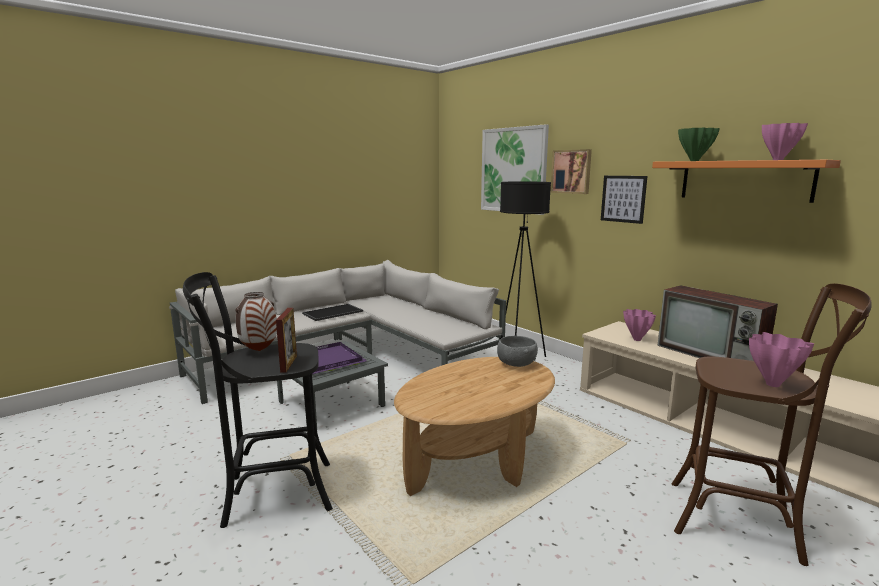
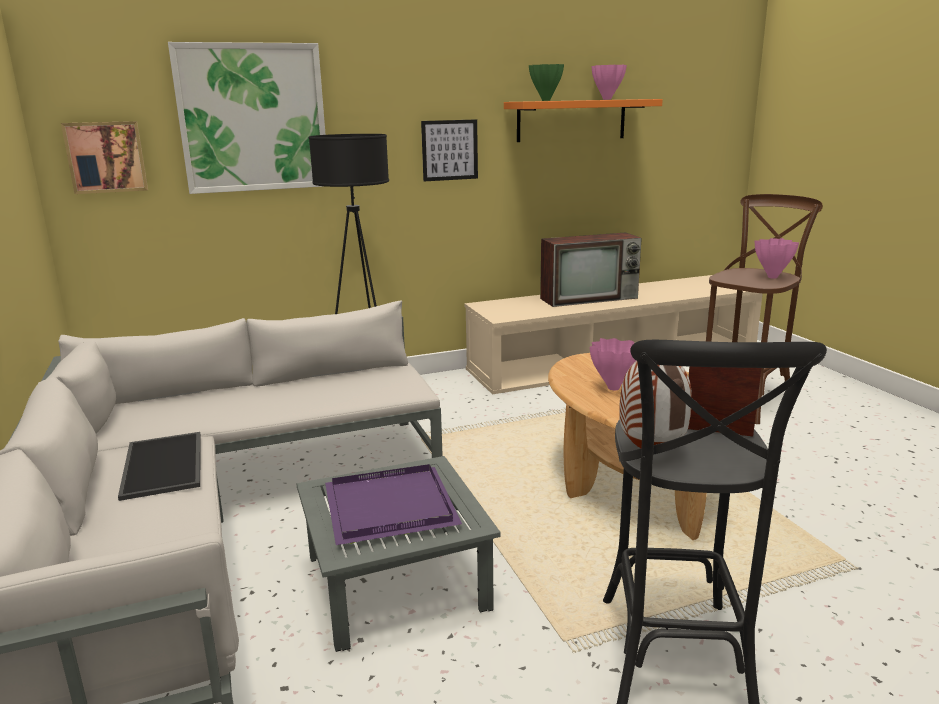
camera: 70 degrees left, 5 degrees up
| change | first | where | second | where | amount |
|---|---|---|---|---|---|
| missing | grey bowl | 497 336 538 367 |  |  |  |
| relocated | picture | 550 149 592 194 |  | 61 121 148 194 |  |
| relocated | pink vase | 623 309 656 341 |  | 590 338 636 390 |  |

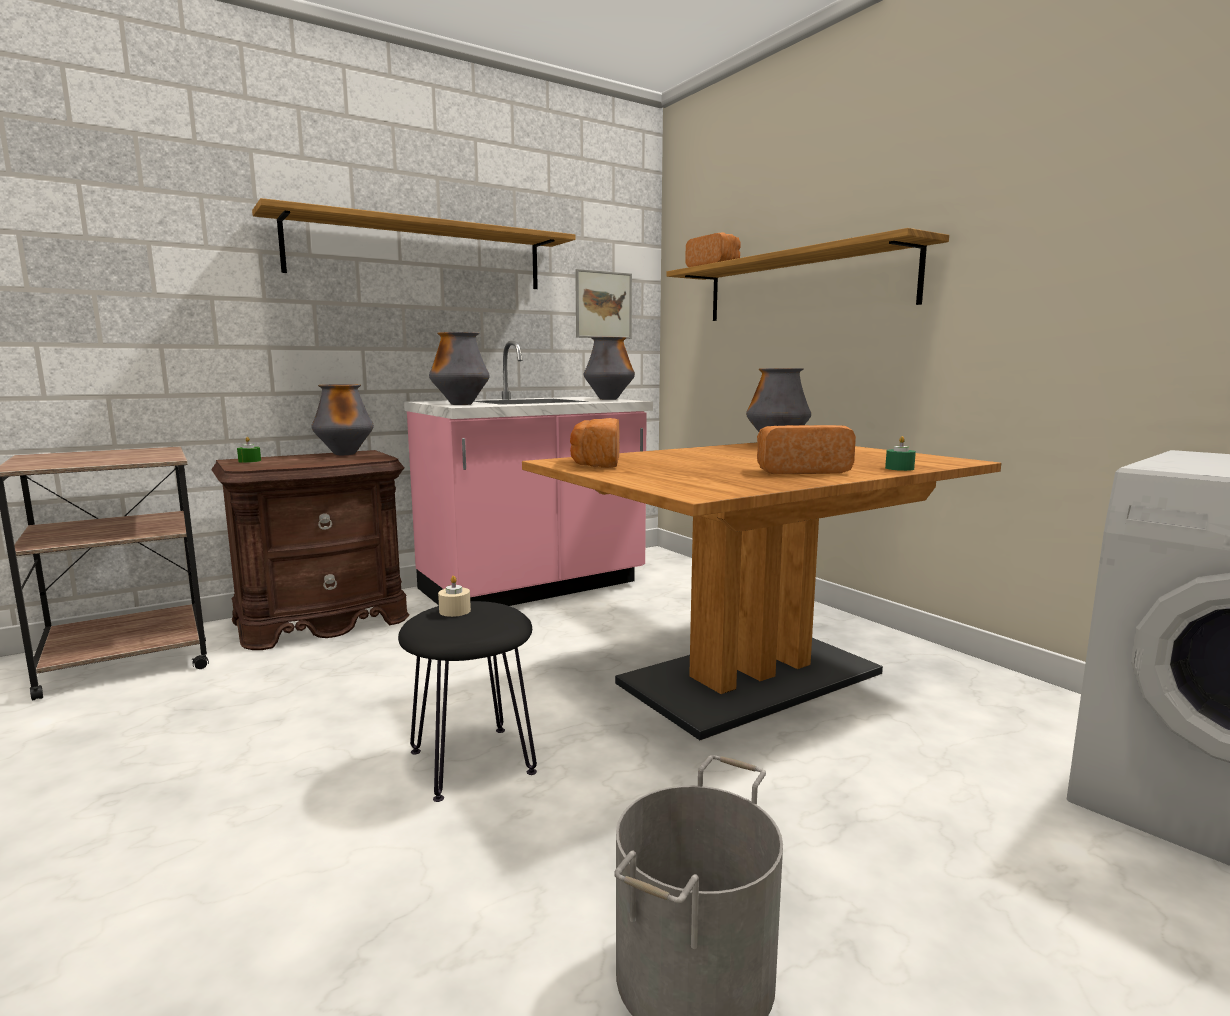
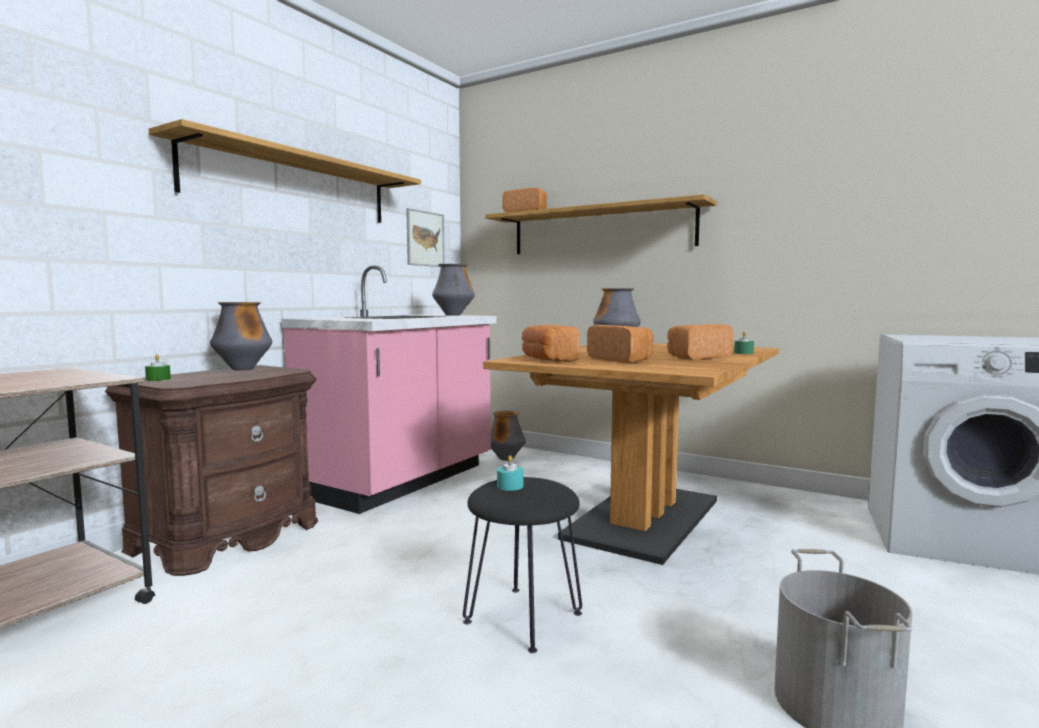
camera: 25 degrees left, 5 degrees down
| change | first | where | second | where | amount |
|---|---|---|---|---|---|
| appeared |  |  | bread | 587 325 654 363 |  |
| relocated | vase | 429 332 490 405 |  | 491 410 526 461 |  |
| colour | beige candle | 438 576 471 617 | turquoise candle | 497 455 523 491 |  |

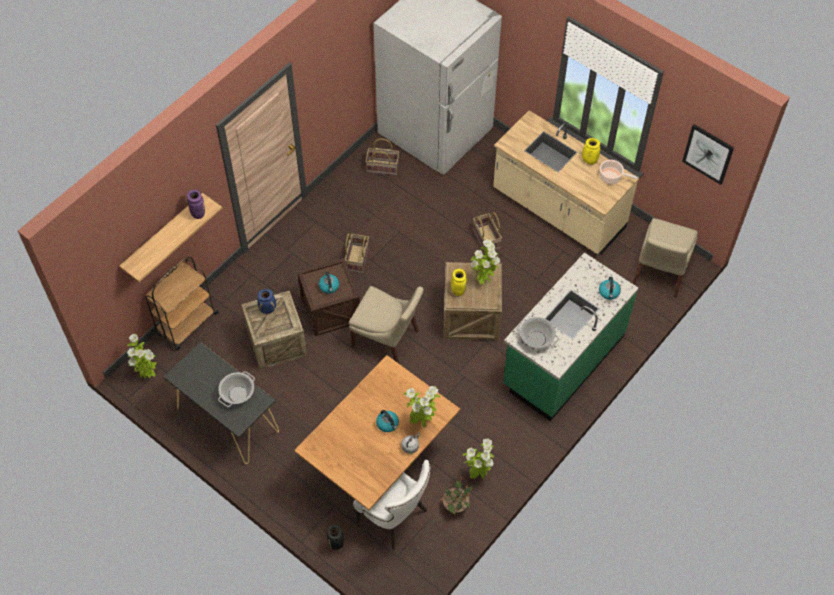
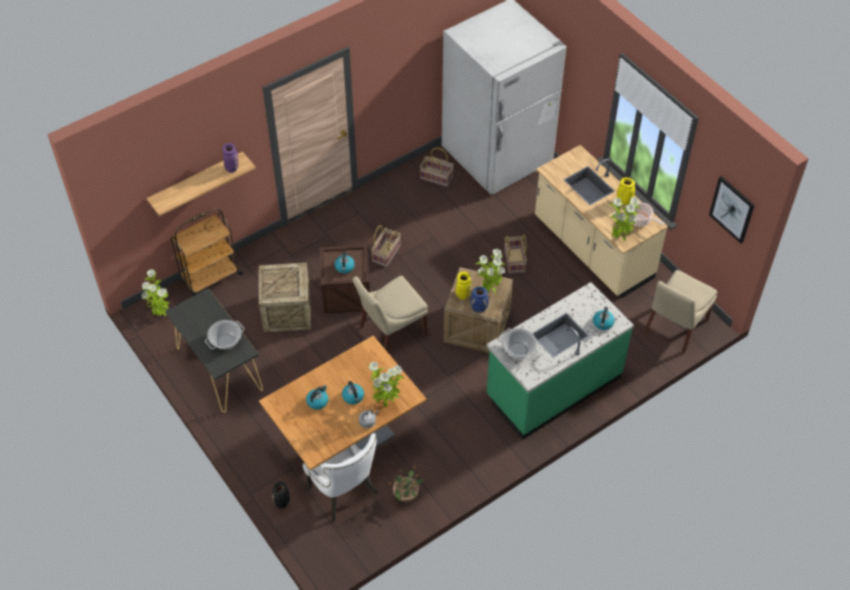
camera: 15 degrees right, 5 degrees down
| change | first | where | second | where | amount |
|---|---|---|---|---|---|
| appeared |  |  | kettle | 306 385 328 410 |  |
| relocated | blue vase | 257 289 276 314 |  | 470 287 489 312 |  |
| relocated | potted plant | 463 438 494 479 |  | 609 197 640 241 |  |
| spun | beige chair | 349 286 424 364 |  | 352 276 428 352 | 105 degrees clockwise |

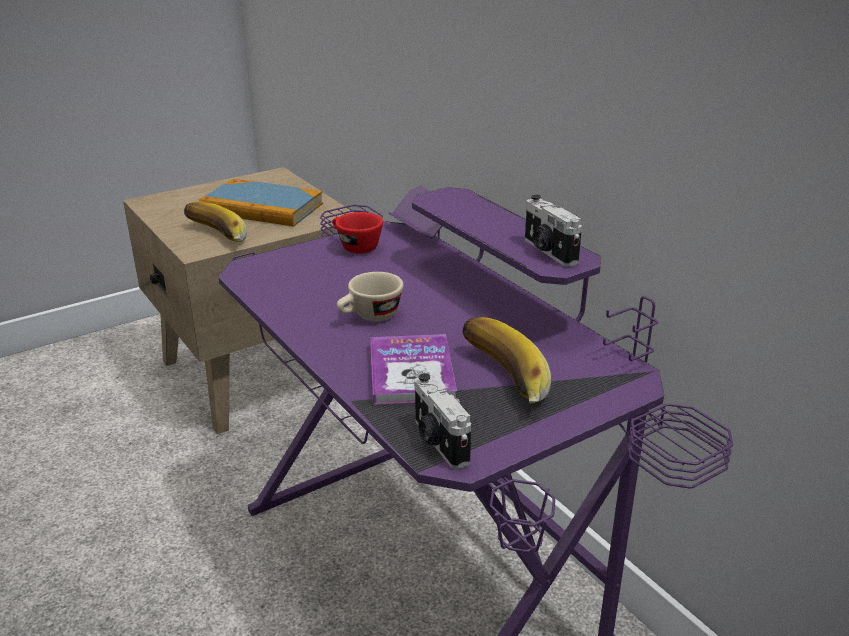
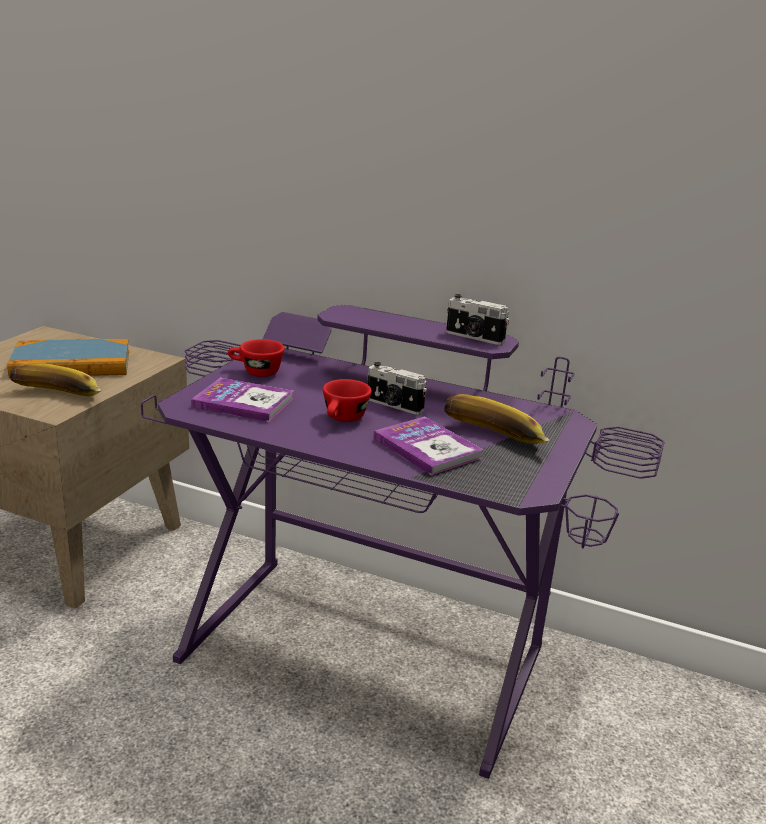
camera: 35 degrees left, 5 degrees down
| change | first | where | second | where | amount |
|---|---|---|---|---|---|
| appeared |  |  | book | 191 378 294 422 |  |
| relocated | photo camera | 414 373 471 469 |  | 368 362 427 415 |  |
| colour | beige cup | 337 272 404 321 | red cup | 323 379 372 422 |  |

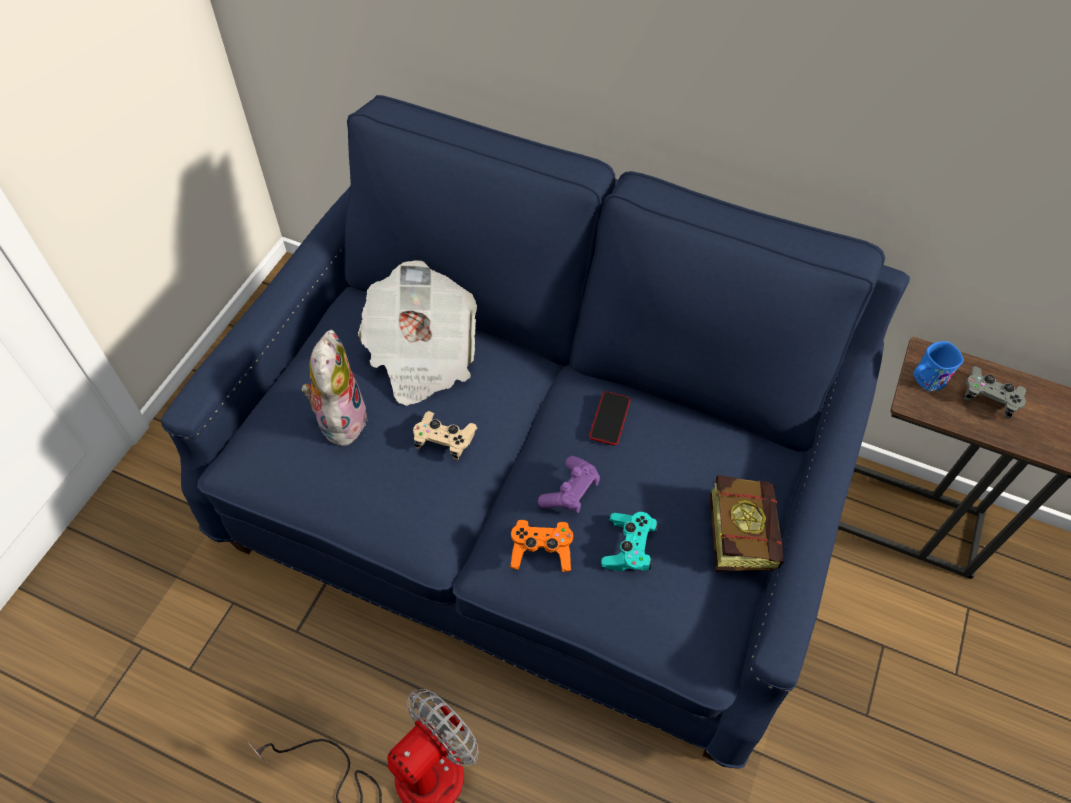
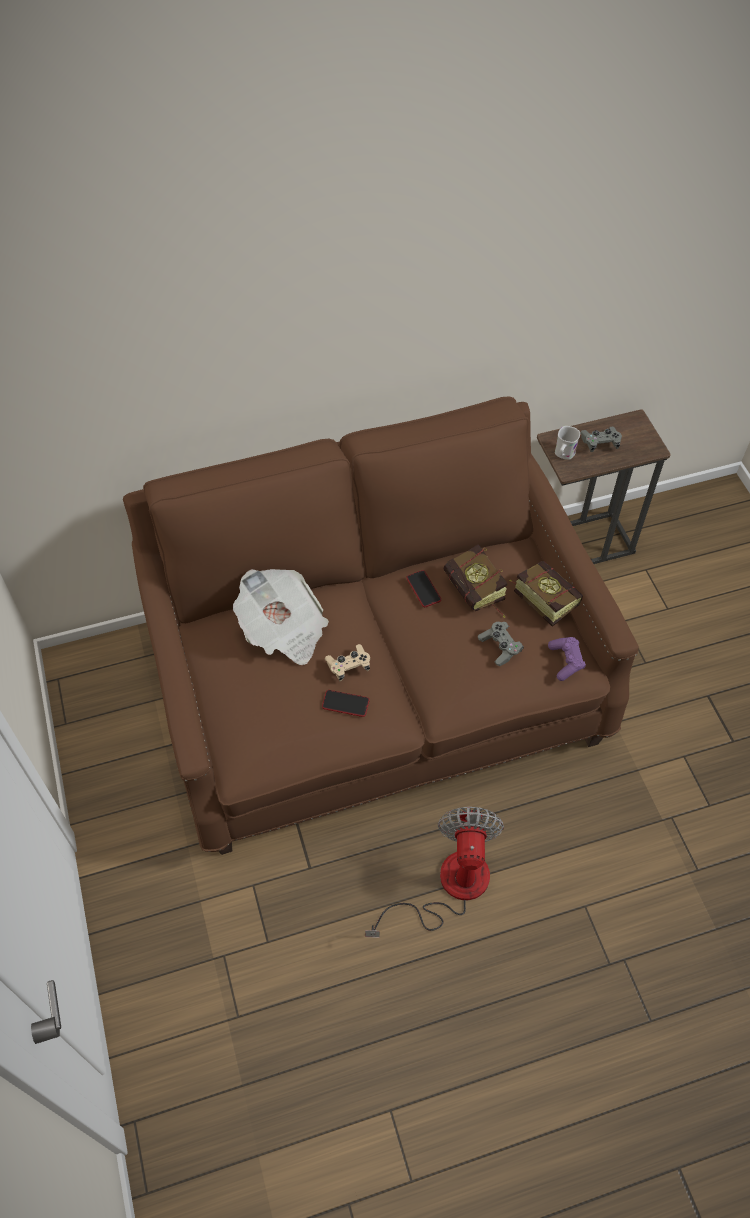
camera: 40 degrees left, 0 degrees up
| change | first | where | second | where | amount |
|---|---|---|---|---|---|
| missing | plush toy | 302 330 368 446 |  |  |  |
| missing | orange game controller | 510 520 573 572 |  |  |  |
| appeared |  |  | phone | 322 690 370 717 |  |
| appeared |  |  | book | 444 544 508 618 |  |
| relocated | purple game controller | 538 456 600 513 |  | 548 637 586 681 |  |
| colour | blue sofa | 161 95 910 769 | brown sofa | 123 396 639 855 |  |
| colour | turquoise game controller | 601 512 659 571 | grey game controller | 478 622 524 666 |  |
| colour | blue mug | 913 341 964 391 | white mug | 555 426 580 460 |  |

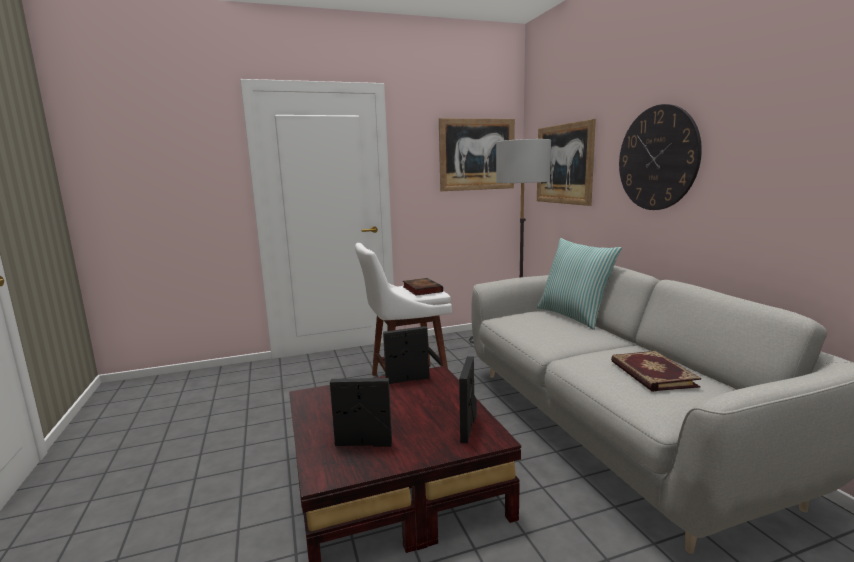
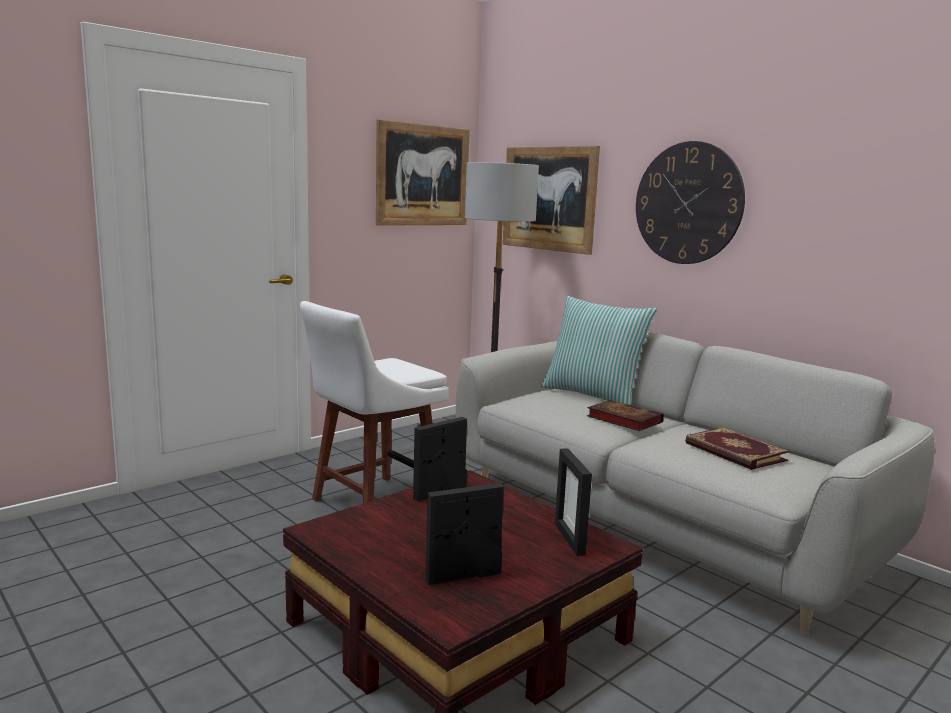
camera: 25 degrees left, 0 degrees up
| change | first | where | second | where | amount |
|---|---|---|---|---|---|
| relocated | book | 403 278 443 296 |  | 587 400 664 431 |  |

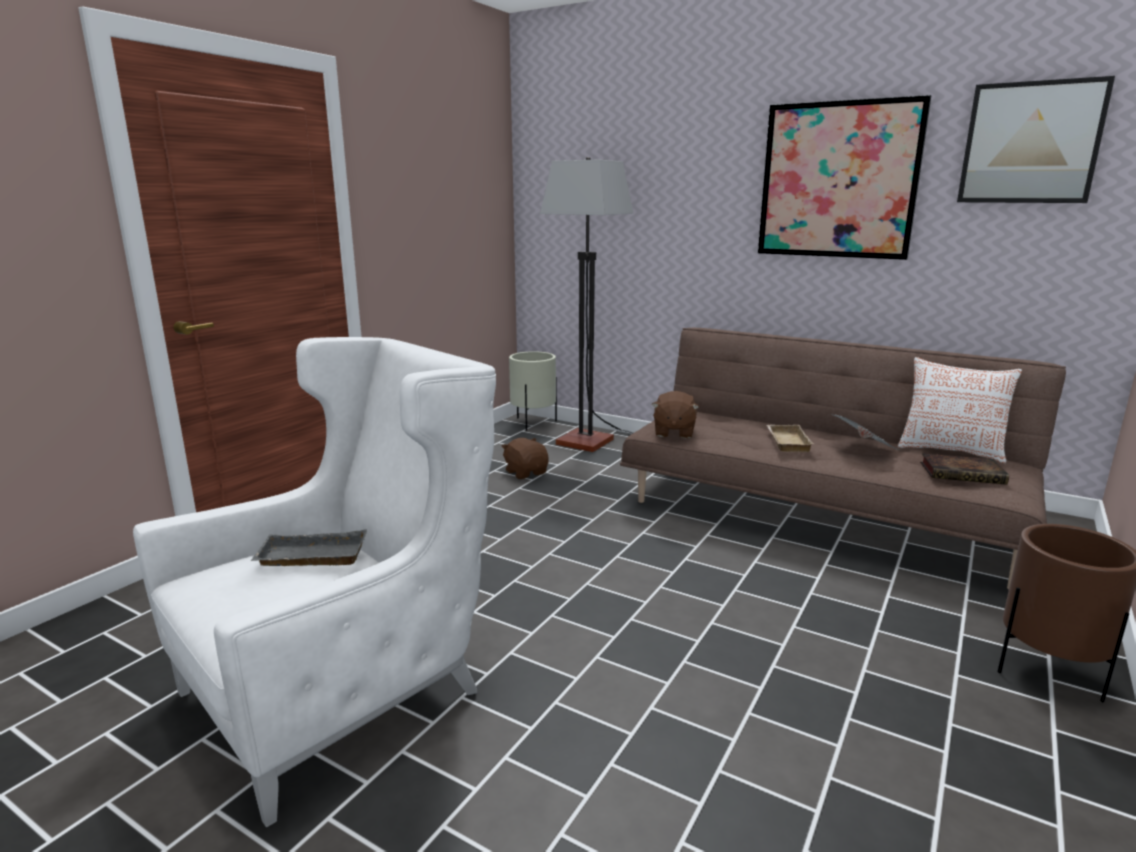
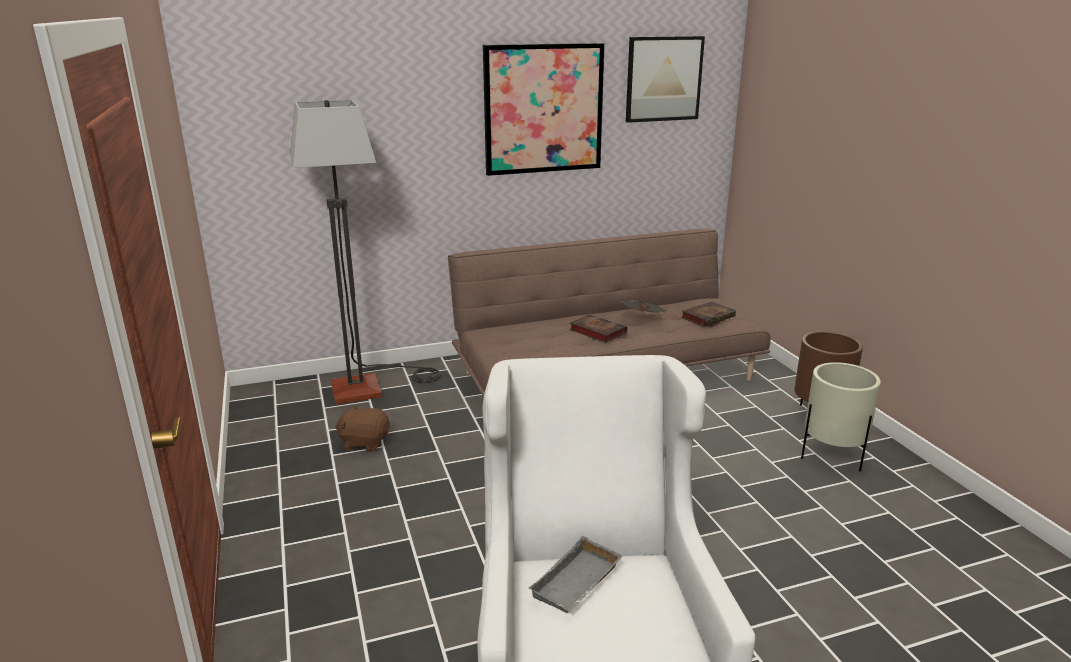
camera: 50 degrees left, 5 degrees up
| change | first | where | second | where | amount |
|---|---|---|---|---|---|
| missing | brown plush toy | 651 391 699 438 |  |  |  |
| missing | white pillow | 898 357 1022 463 |  |  |  |
| relocated | beige planter | 509 351 557 431 |  | 801 362 881 472 |  |
| exchanged | beige tray | 767 425 814 452 | book | 569 314 627 343 |  |

